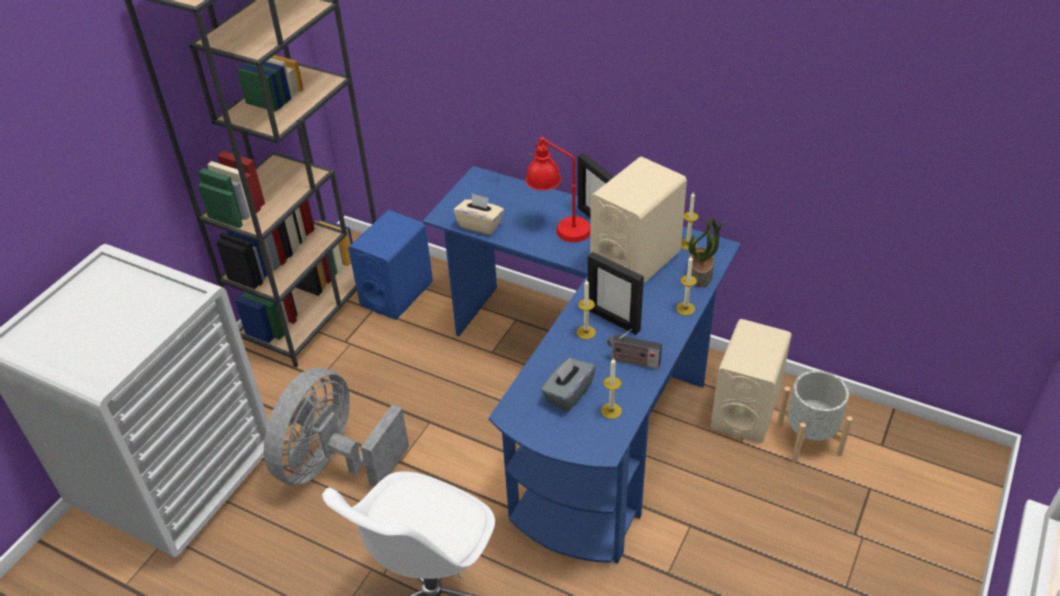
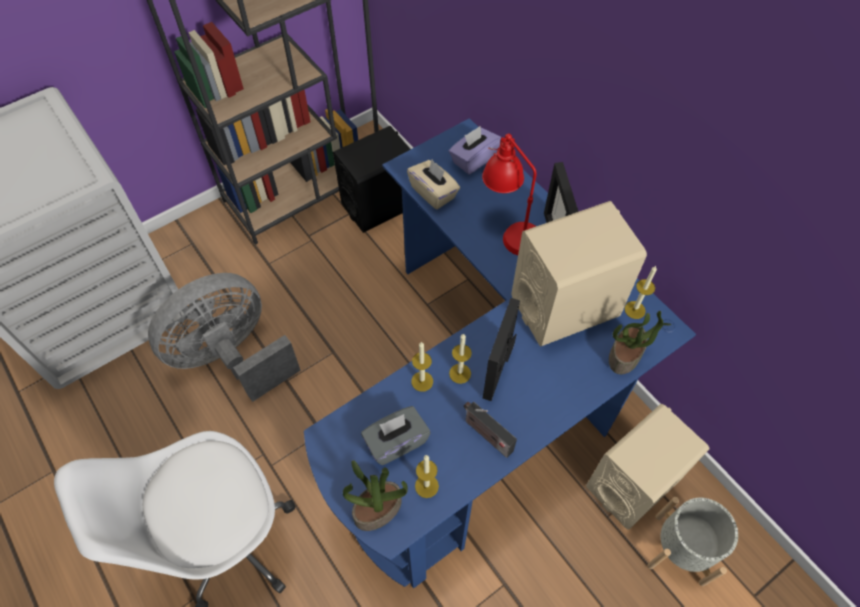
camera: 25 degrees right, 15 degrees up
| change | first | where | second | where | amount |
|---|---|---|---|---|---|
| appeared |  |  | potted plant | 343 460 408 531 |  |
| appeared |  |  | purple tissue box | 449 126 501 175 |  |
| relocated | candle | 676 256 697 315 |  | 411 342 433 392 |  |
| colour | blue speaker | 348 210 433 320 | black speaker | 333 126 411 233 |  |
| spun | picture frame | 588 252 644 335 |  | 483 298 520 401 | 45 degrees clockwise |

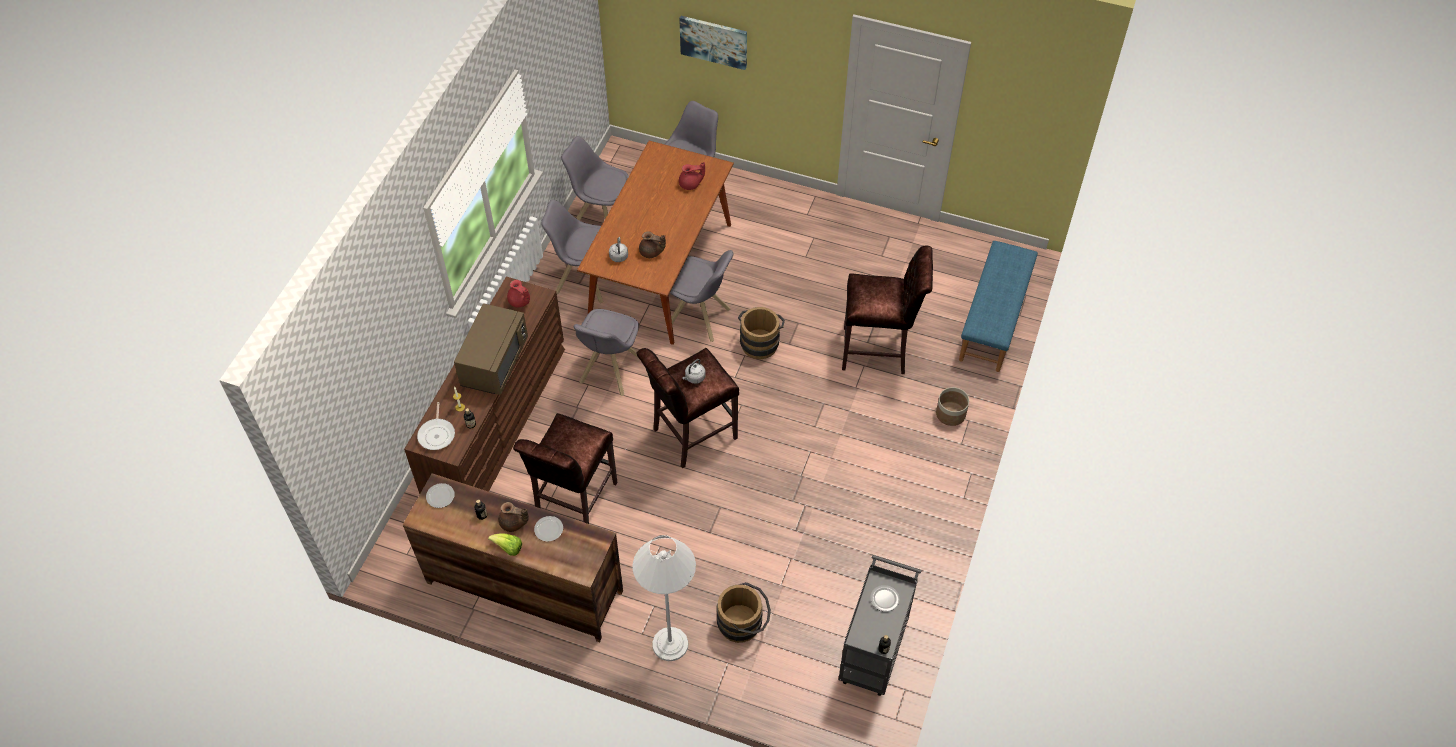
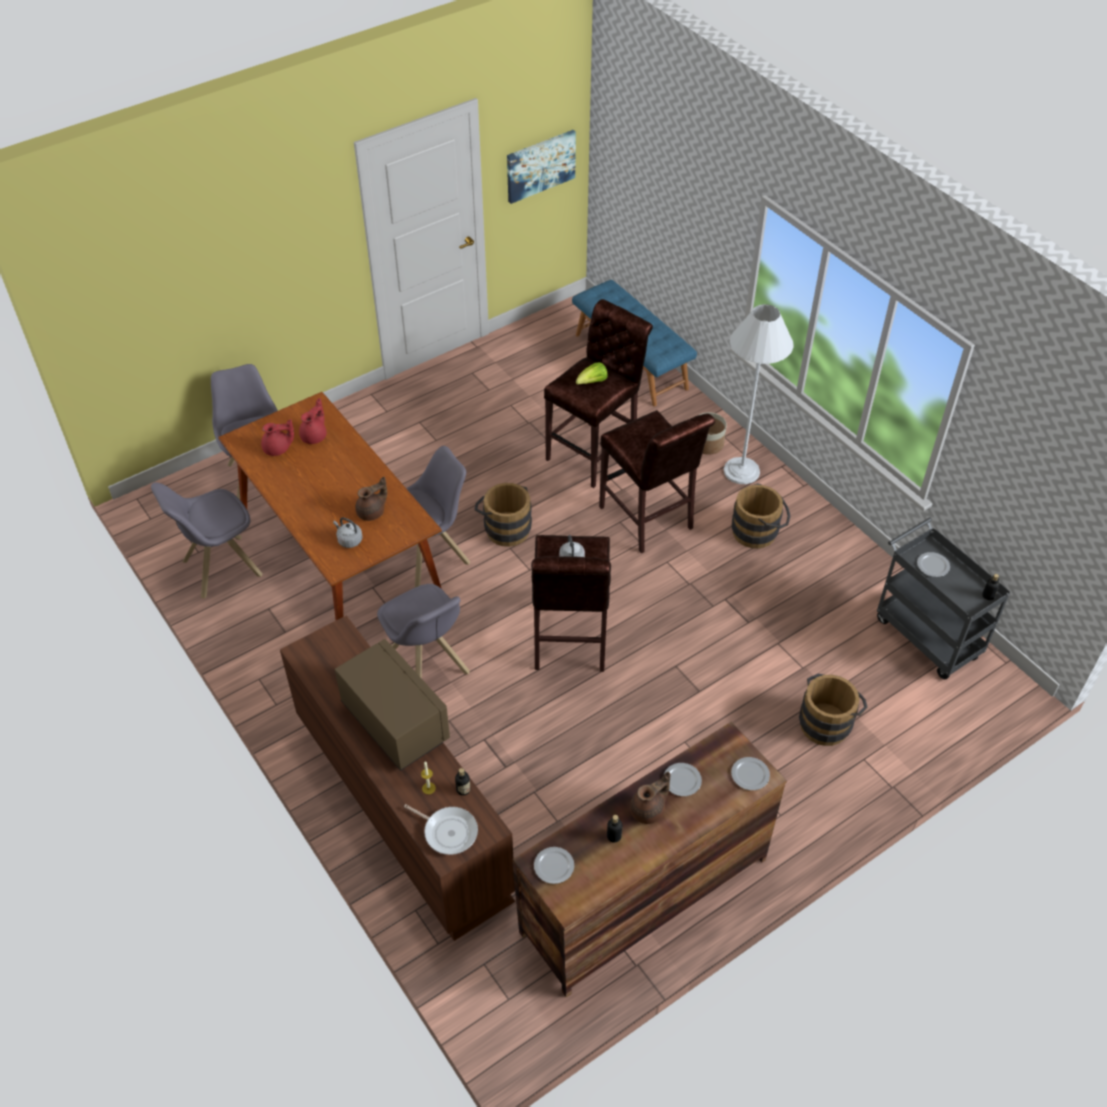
camera: 55 degrees left, 5 degrees down
| change | first | where | second | where | amount |
|---|---|---|---|---|---|
| missing | grey chair | 541 199 603 303 |  |  |  |
| appeared |  |  | plate | 731 757 770 790 |  |
| appeared |  |  | brown bucket | 732 483 790 549 |  |
| relocated | lettuce | 488 533 522 556 |  | 576 362 608 385 |  |
| relocated | red teapot | 507 280 530 307 |  | 261 419 294 456 |  |
| relocated | brown stool | 513 413 617 524 |  | 599 410 715 553 |  |
| relocated | white floor lamp | 632 535 696 661 |  | 724 304 793 484 |  |
| relocated | picture | 679 16 747 70 |  | 507 130 576 204 |  |

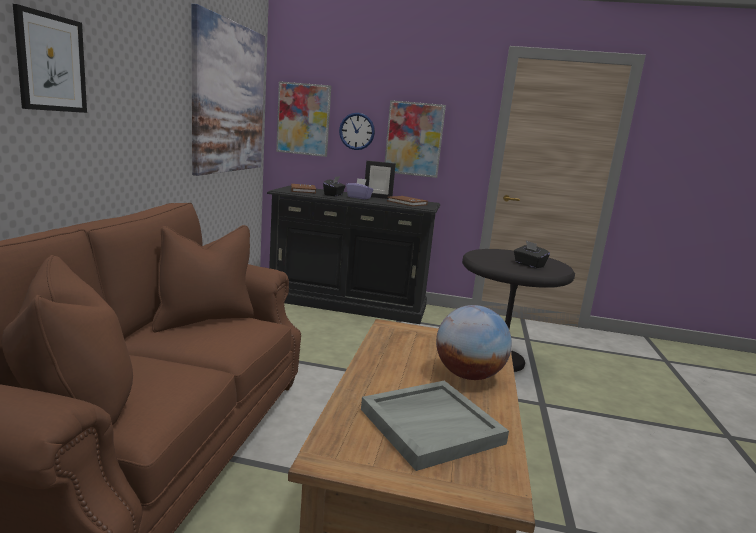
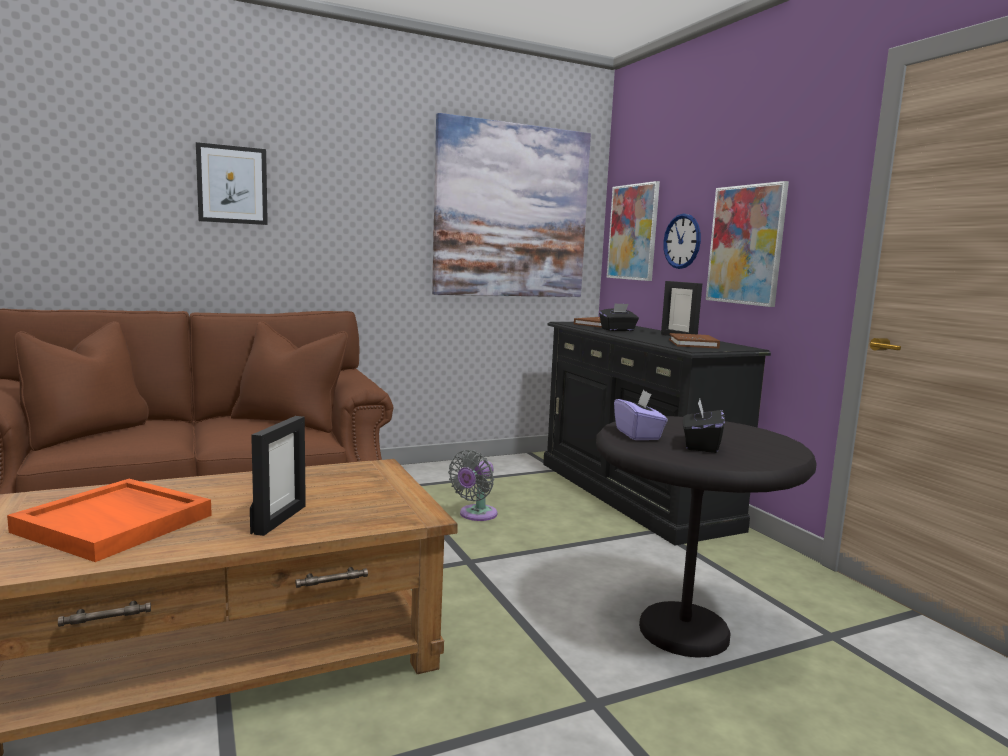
camera: 55 degrees right, 5 degrees down
| change | first | where | second | where | amount |
|---|---|---|---|---|---|
| appeared |  |  | grey fan | 448 450 497 521 |  |
| relocated | purple tissue box | 346 178 374 199 |  | 614 389 668 440 |  |
| exchanged | globe | 436 305 512 380 | picture frame | 250 416 306 536 |  |
| colour | grey tray | 361 381 509 471 | orange tray | 7 479 212 562 |  |

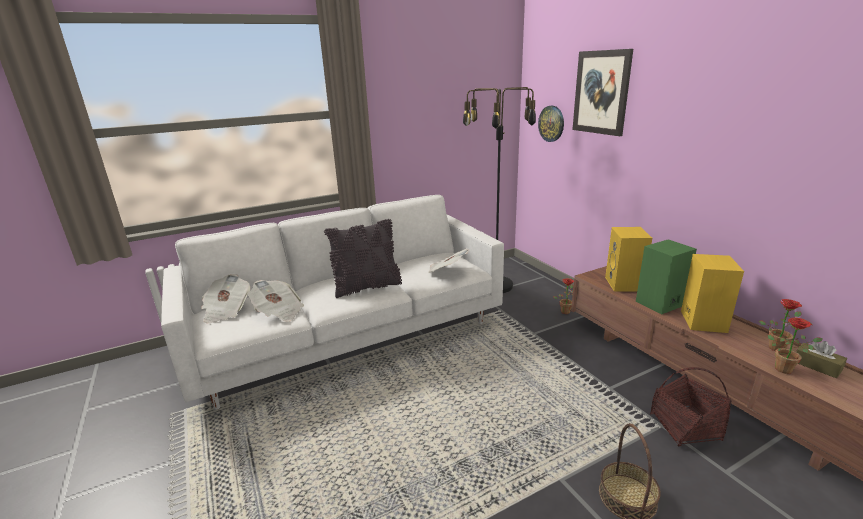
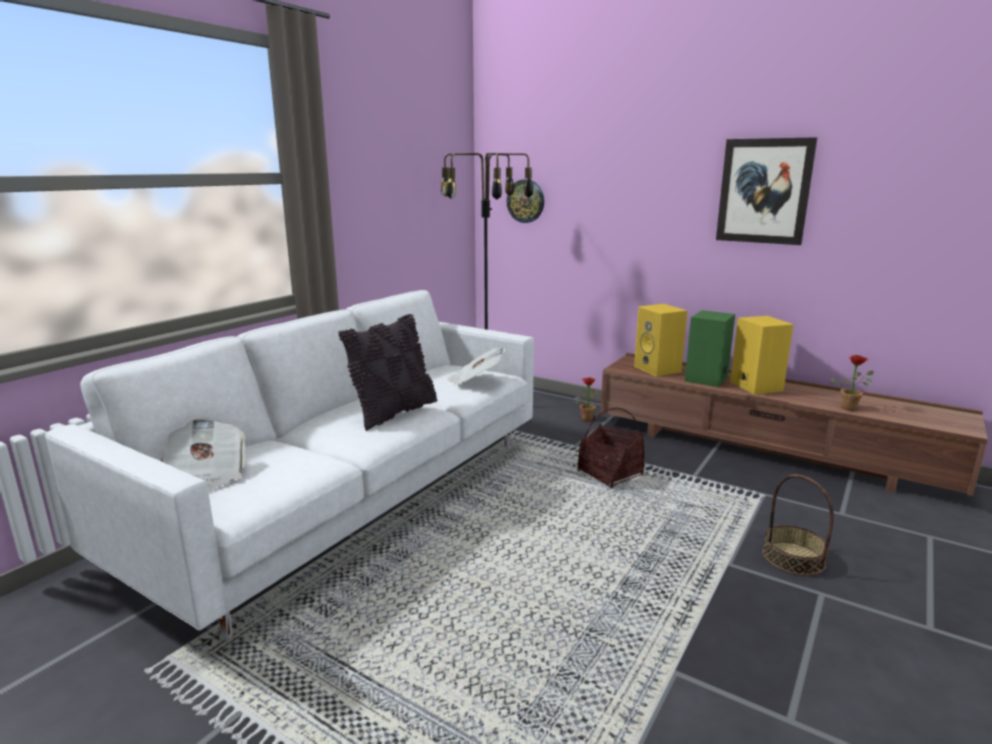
camera: 30 degrees left, 5 degrees down
| change | first | where | second | where | amount |
|---|---|---|---|---|---|
| missing | newspaper | 248 280 304 322 |  |  |  |
| missing | potted plant | 759 299 802 351 |  |  |  |
| missing | brown tissue box | 796 341 847 378 |  |  |  |
| relocated | picture | 572 49 633 136 |  | 716 137 817 245 |  |
| relocated | basket | 650 367 732 446 |  | 578 407 645 488 |  |

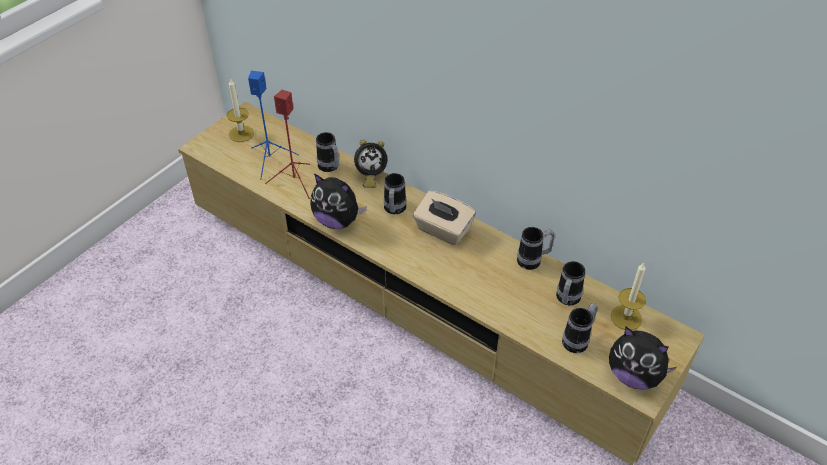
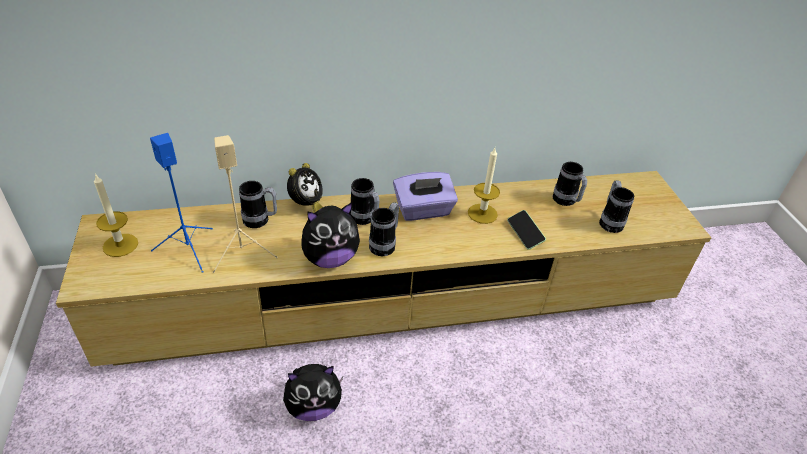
camera: 50 degrees left, 5 degrees down
| change | first | where | second | where | amount |
|---|---|---|---|---|---|
| appeared |  |  | phone | 507 210 546 250 |  |
| relocated | mug | 517 227 555 270 |  | 369 202 399 256 |  |
| relocated | plush toy | 609 327 676 389 |  | 283 364 343 421 |  |
| relocated | candle | 611 262 646 330 |  | 468 148 500 224 |  |
| colour | red speaker | 265 90 310 199 | beige speaker | 213 135 278 273 |  |
| colour | beige tissue box | 413 191 476 245 | purple tissue box | 393 172 458 221 |  |

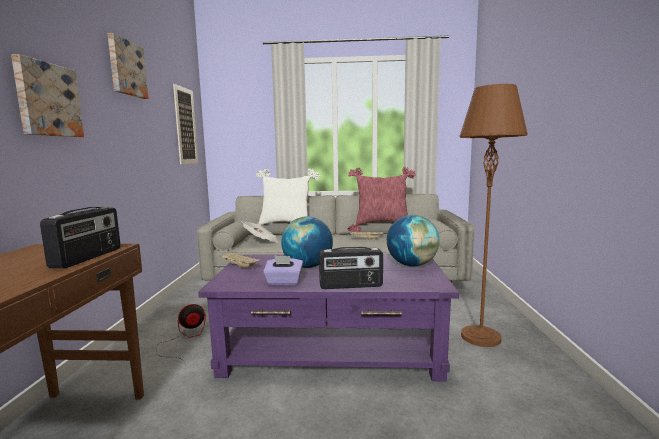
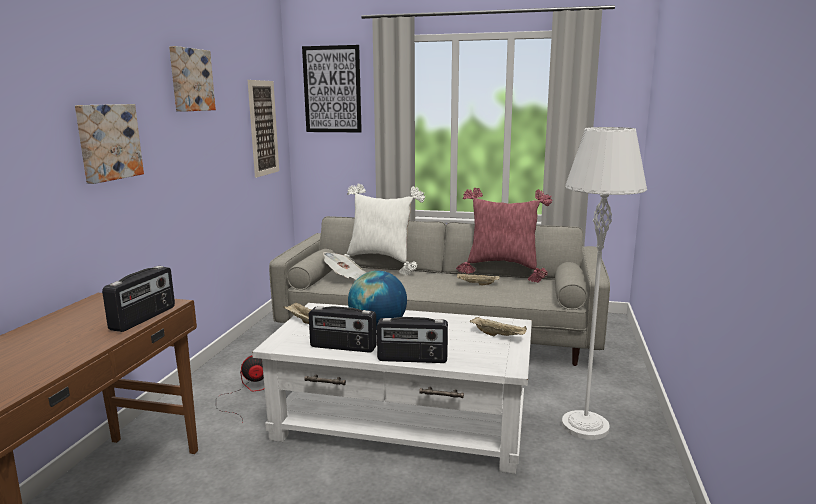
camera: 10 degrees right, 5 degrees up
| change | first | where | second | where | amount |
|---|---|---|---|---|---|
| appeared |  |  | picture | 302 45 362 132 |  |
| exchanged | purple tissue box | 263 255 303 285 | radio | 309 306 377 353 |  |
| exchanged | globe | 387 215 440 266 | beige tray | 470 317 527 336 |  |
| colour | purple coffee table | 198 254 459 381 | white coffee table | 252 303 532 474 |  |
| colour | brown floor lamp | 459 84 528 347 | white floor lamp | 562 127 647 440 |  |

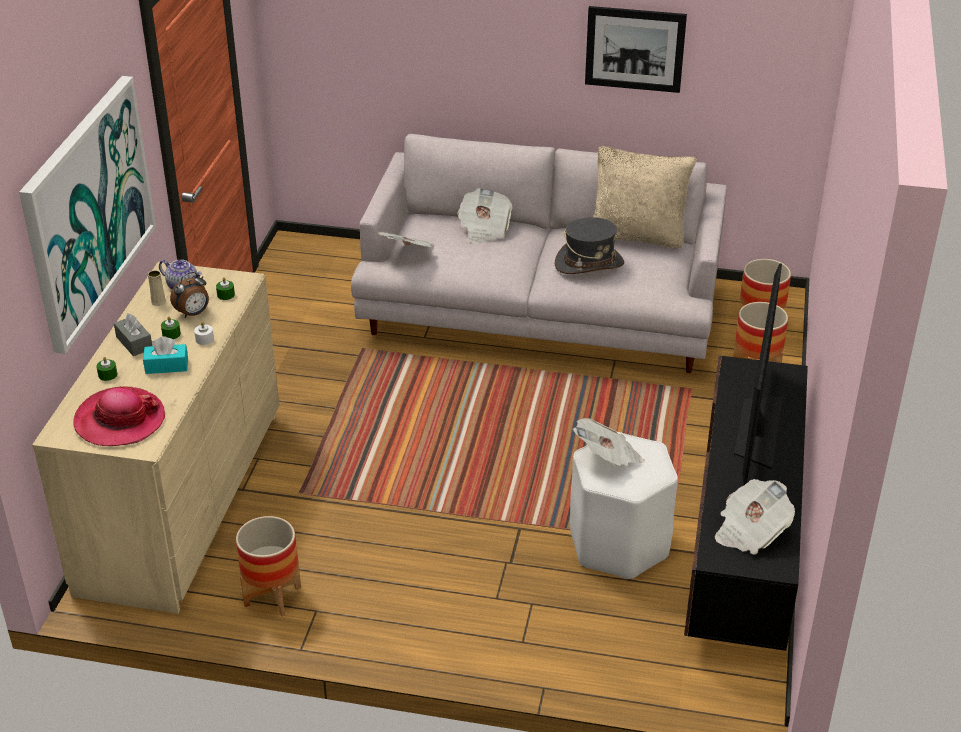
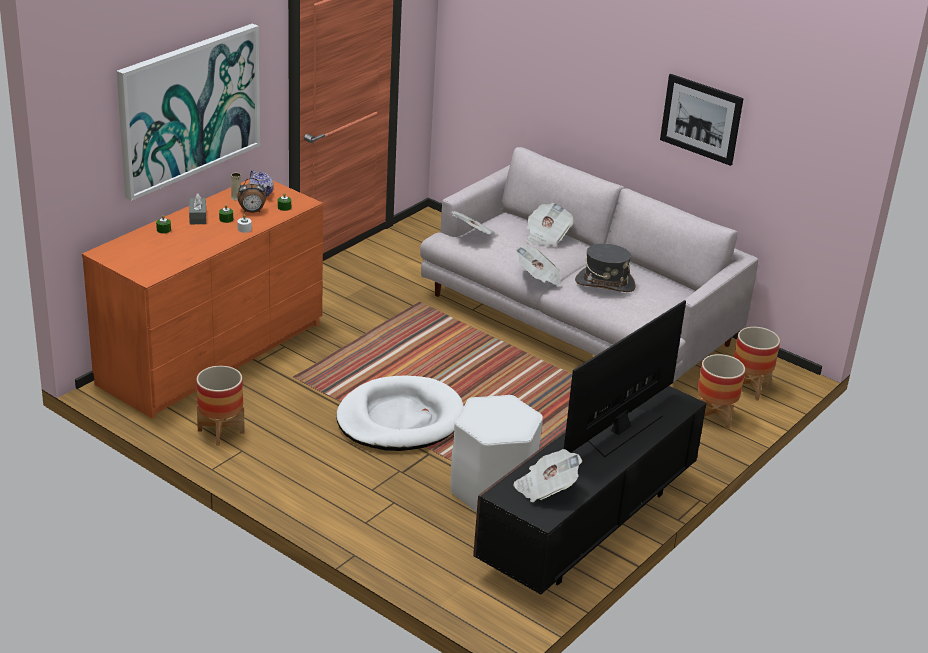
camera: 25 degrees right, 5 degrees down
| change | first | where | second | where | amount |
|---|---|---|---|---|---|
| missing | hat | 73 386 165 446 |  |  |  |
| missing | turquoise tissue box | 143 336 188 374 |  |  |  |
| missing | beige pillow | 593 146 696 249 |  |  |  |
| appeared |  |  | white dog bed | 336 375 464 451 |  |
| relocated | newspaper | 573 418 645 467 |  | 516 246 562 286 |  |
| colour | beige dresser | 32 262 279 614 | orange dresser | 82 179 323 419 |  |

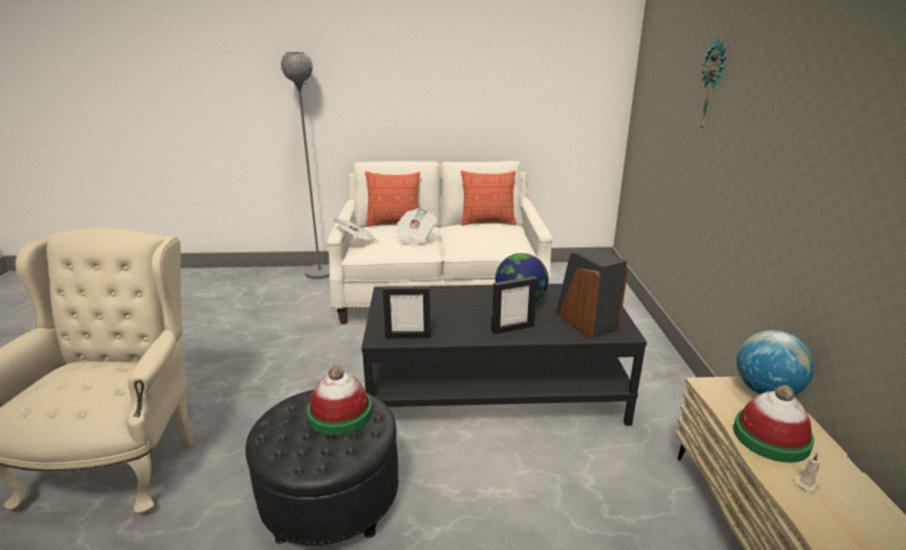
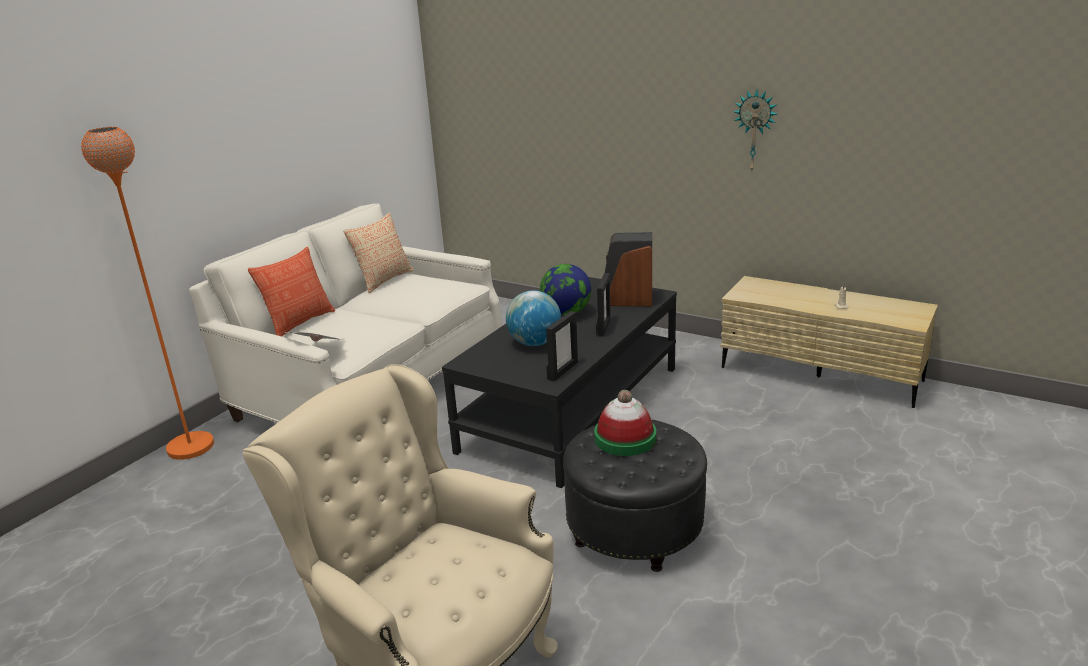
camera: 55 degrees left, 0 degrees up
| change | first | where | second | where | amount |
|---|---|---|---|---|---|
| missing | newspaper | 396 208 438 245 |  |  |  |
| missing | hat | 733 385 814 463 |  |  |  |
| relocated | wall clock | 700 39 726 130 |  | 734 89 777 171 |  |
| relocated | globe | 737 330 814 396 |  | 506 290 561 346 |  |
| colour | grey floor lamp | 281 52 330 279 | orange floor lamp | 81 127 214 460 |  |
| colour | orange pillow | 461 170 516 226 | beige pillow | 343 213 414 293 |  |

